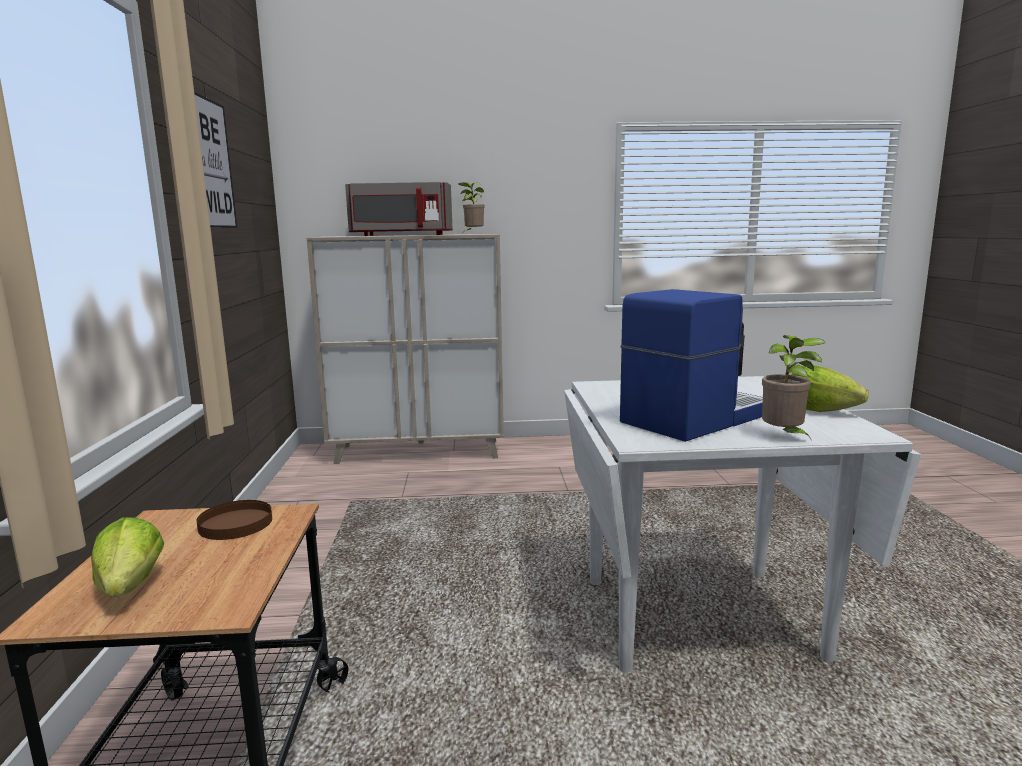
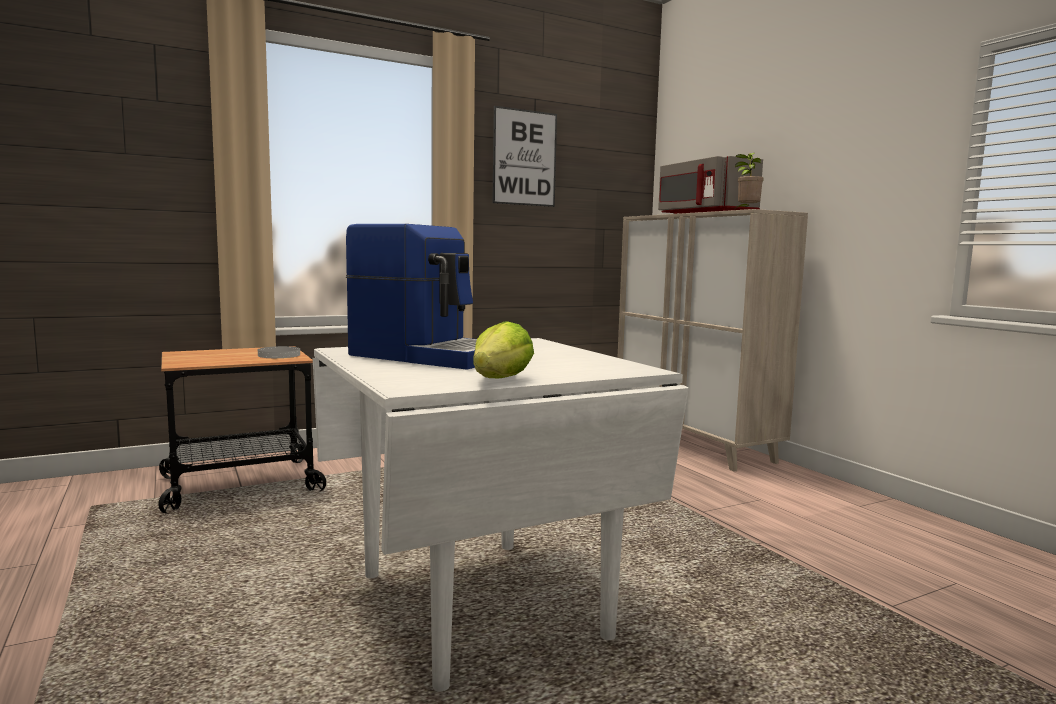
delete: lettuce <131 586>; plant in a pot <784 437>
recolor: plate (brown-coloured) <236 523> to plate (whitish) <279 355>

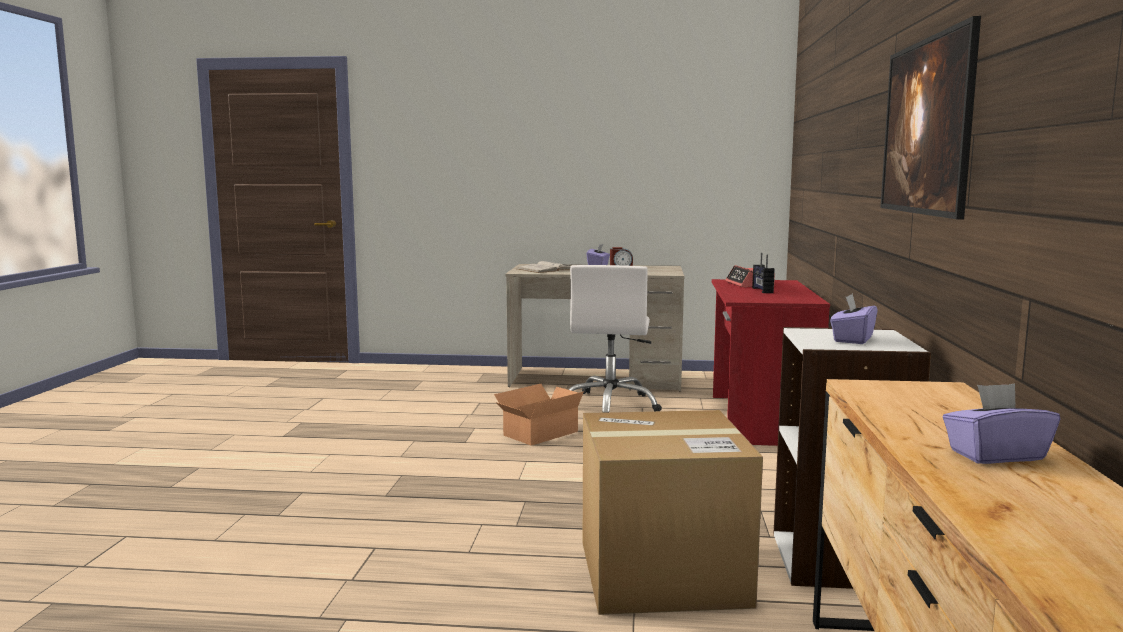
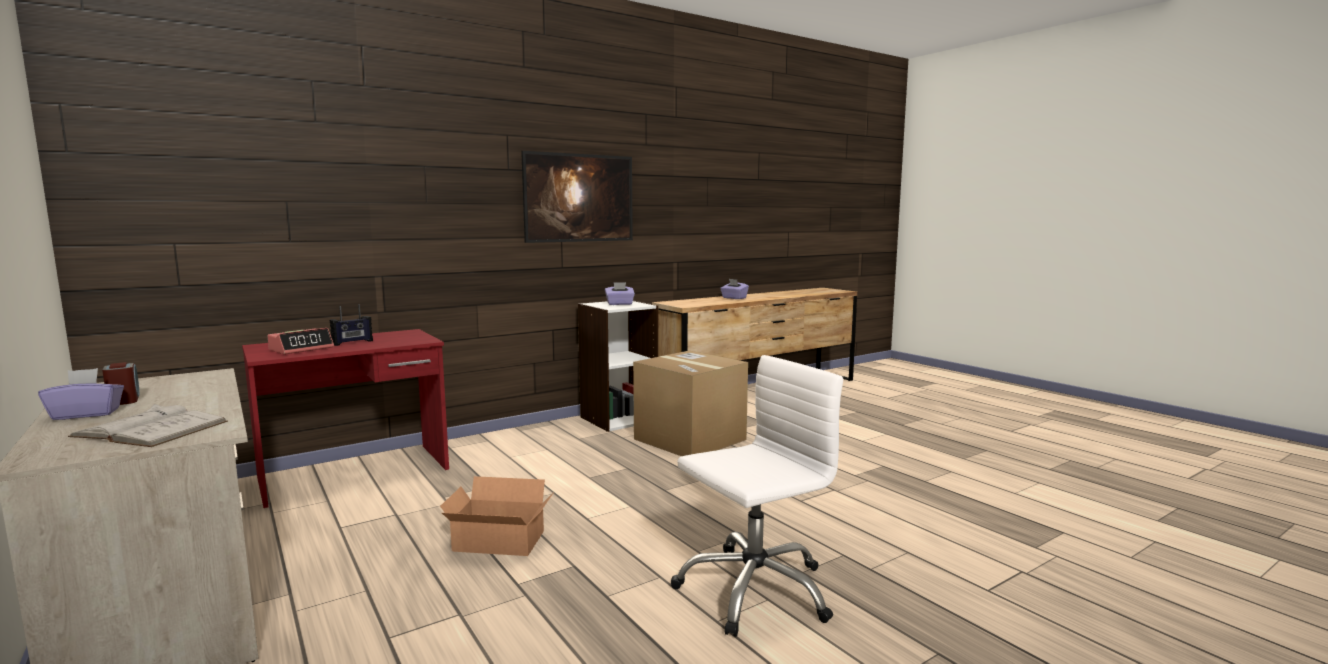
move: computer chair (whitish) <610 405> to <754 589>

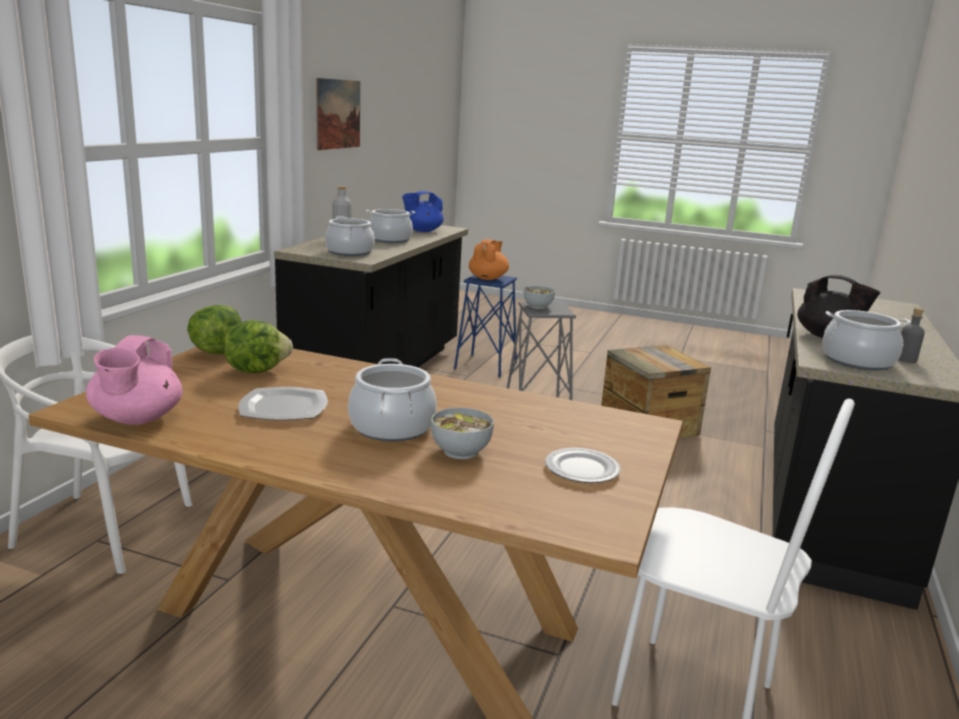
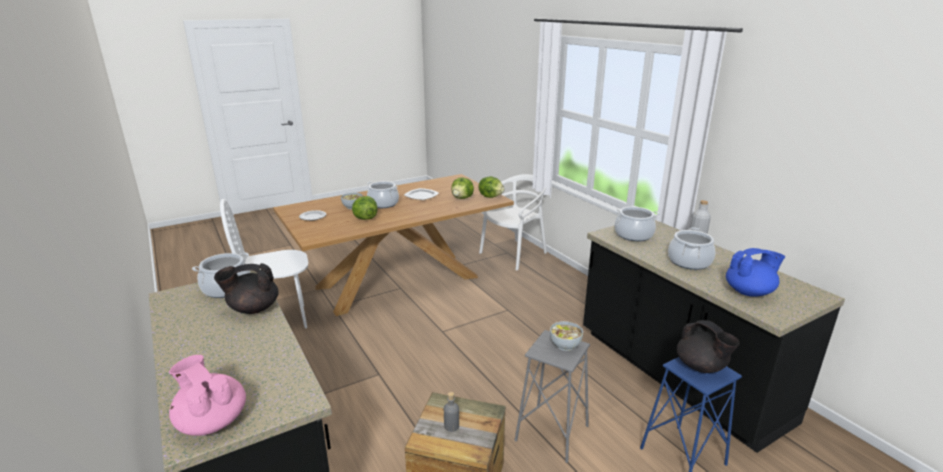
delete: picture <338 114>
insert: lettuce <365 218>
move: pot for tea (pinkish) <136 419> to <212 421>; drink bottle (greyish) <905 360> to <451 426>
recolor: pot for tea (orangey) <488 278> to pot for tea (black) <701 366>
rotate: pot for tea (blue-coloured) <422 230> = <749 292> 75 degrees clockwise

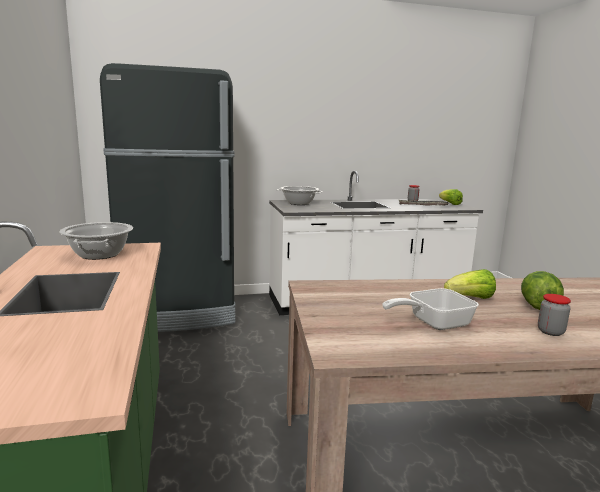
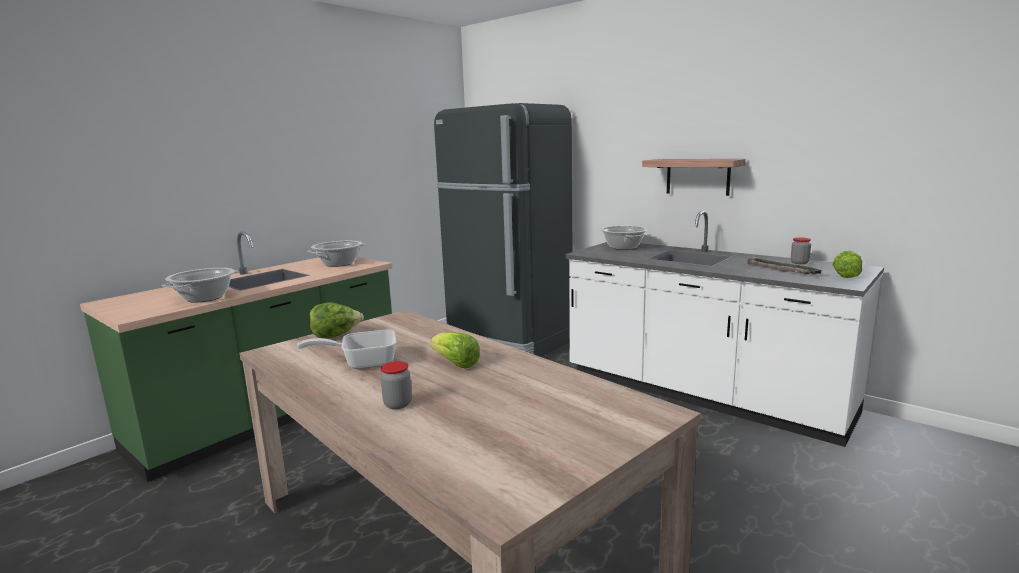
insert: stockpot <205 298>; wall shelf <697 176>
move: lettuce <537 305> to <336 336>
rotate: frying pan <432 323> = <362 363> 45 degrees counterclockwise

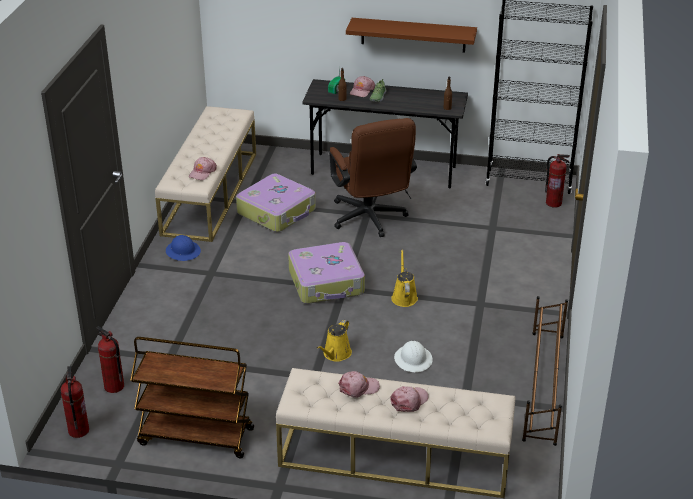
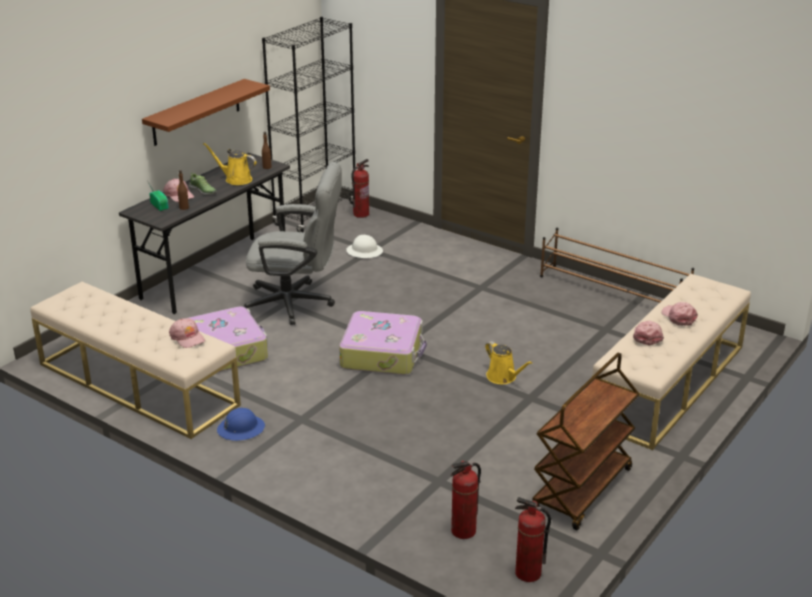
move: watering pot (yellowish) <404 297> to <236 179>; work helmet (whitish) <413 359> to <364 251>
recolor: computer chair (brown-coloured) <370 220> to computer chair (greyish) <297 303>

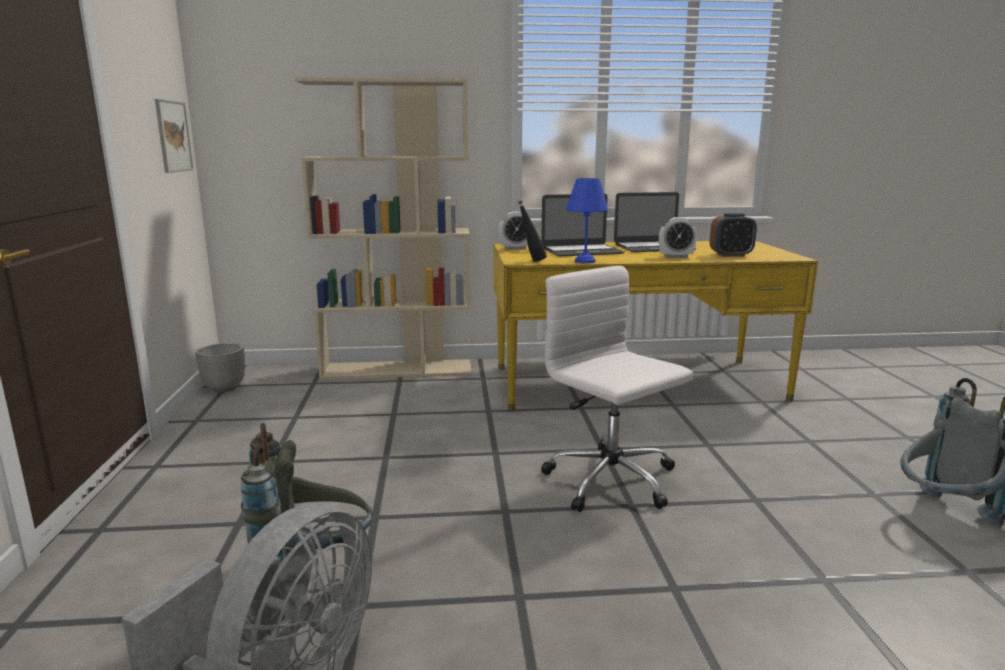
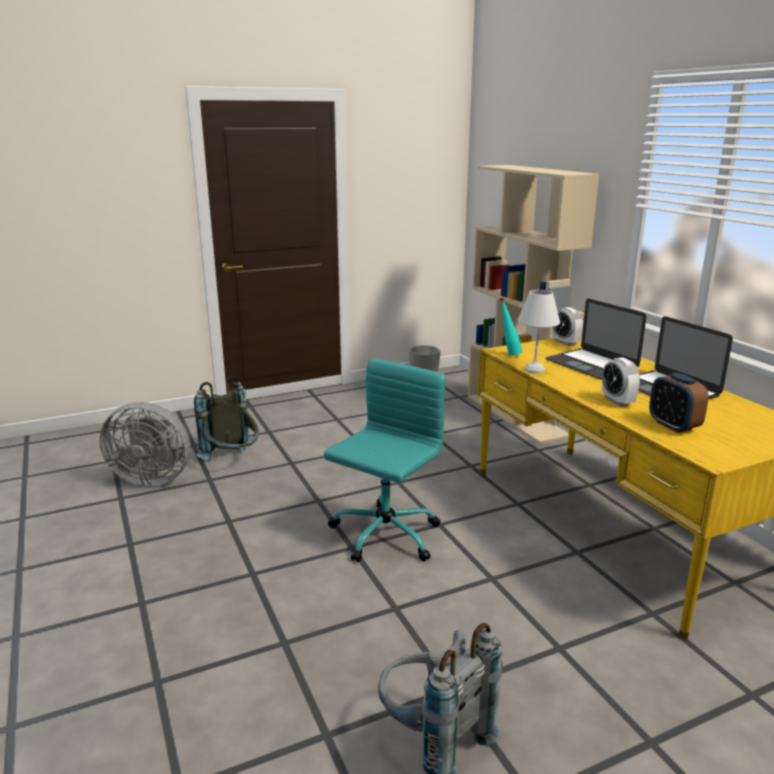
delete: picture <173 136>
recolor: drink bottle (black) <531 261> to drink bottle (turquoise) <508 354>; computer chair (whitish) <612 481> to computer chair (turquoise) <384 535>; tabletop lamp (blue-coloured) <585 261> to tabletop lamp (whitish) <533 370>

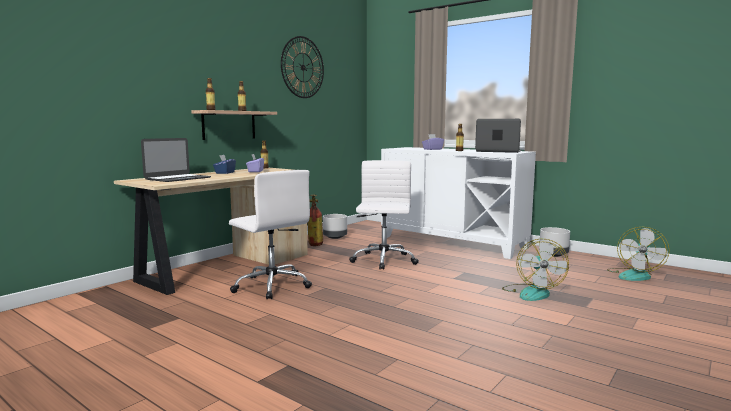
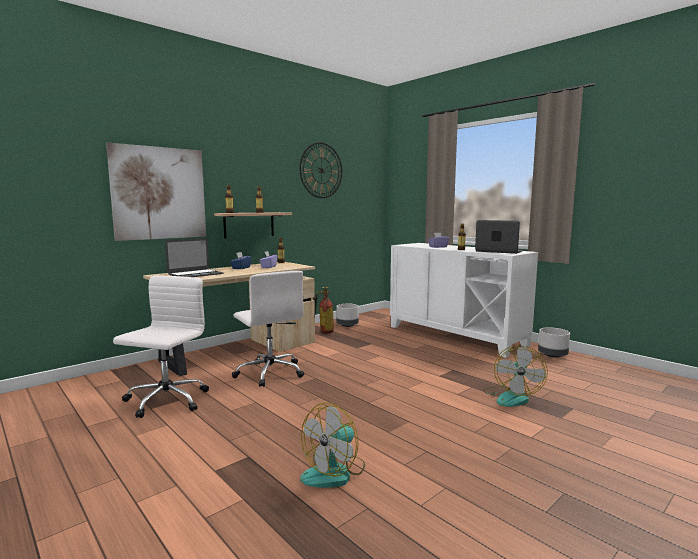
insert: picture <159 193>
move: computer chair (whitish) <383 261> to <165 401>; fan <634 275> to <334 472>

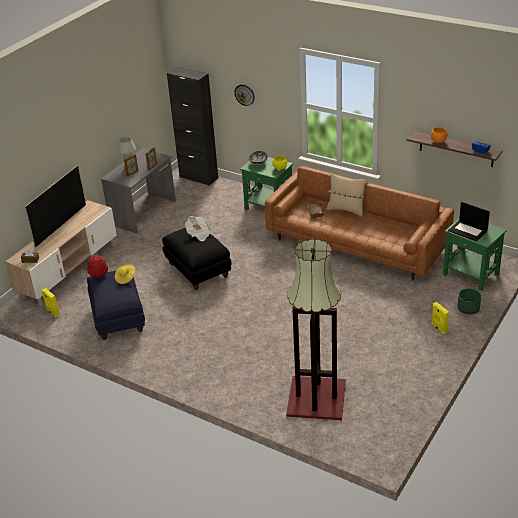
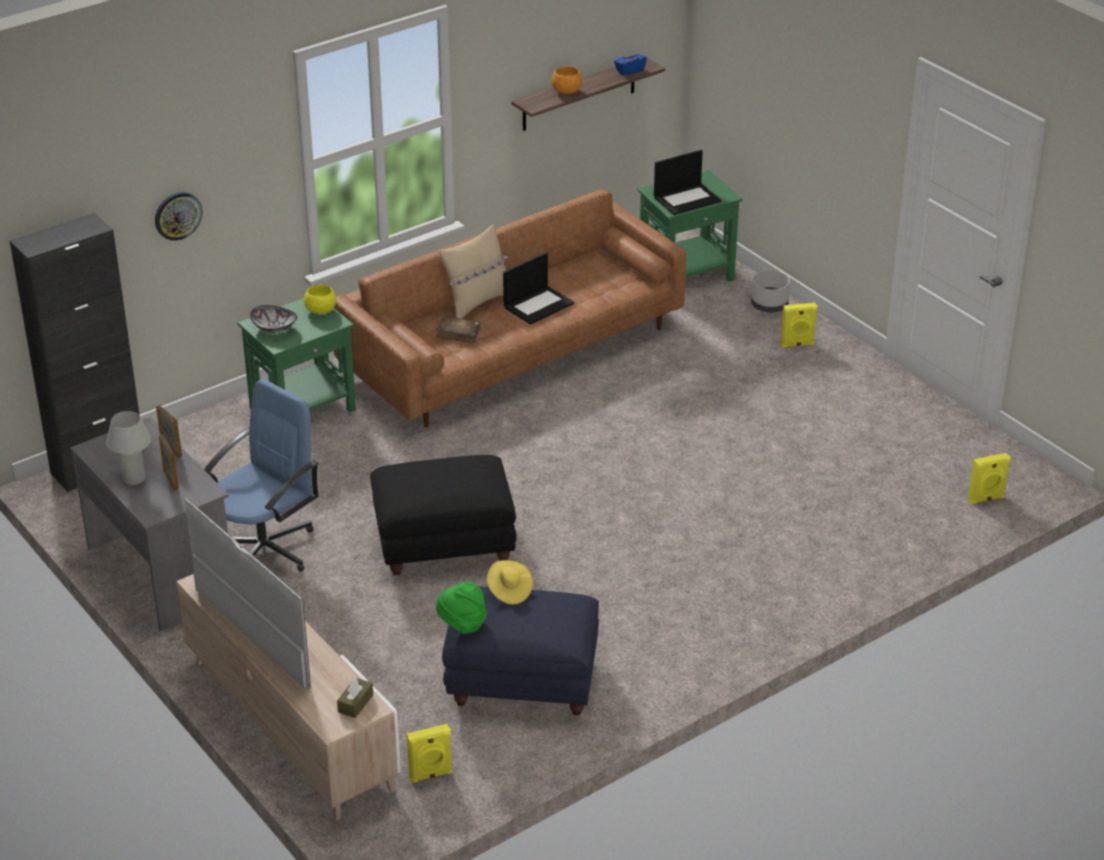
delete: printed paper <198 234>; floor lamp <315 399>
insert: computer chair (blue-coloured) <265 548>; laptop <538 305>; audio speaker (yellowish) <986 499>
recolor: hat (red-coloured) <98 273> to hat (green-coloured) <462 624>; plant pot (green-coloured) <468 309> to plant pot (greyish) <769 305>

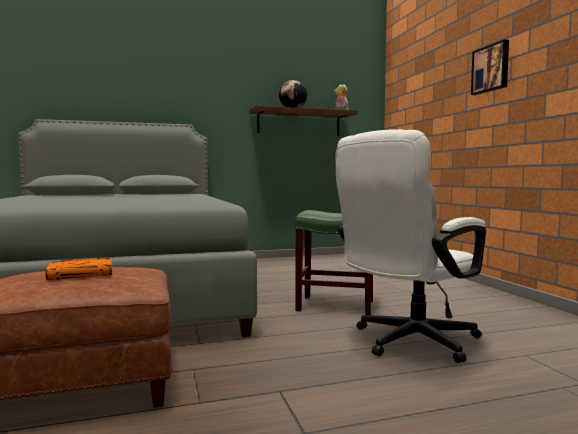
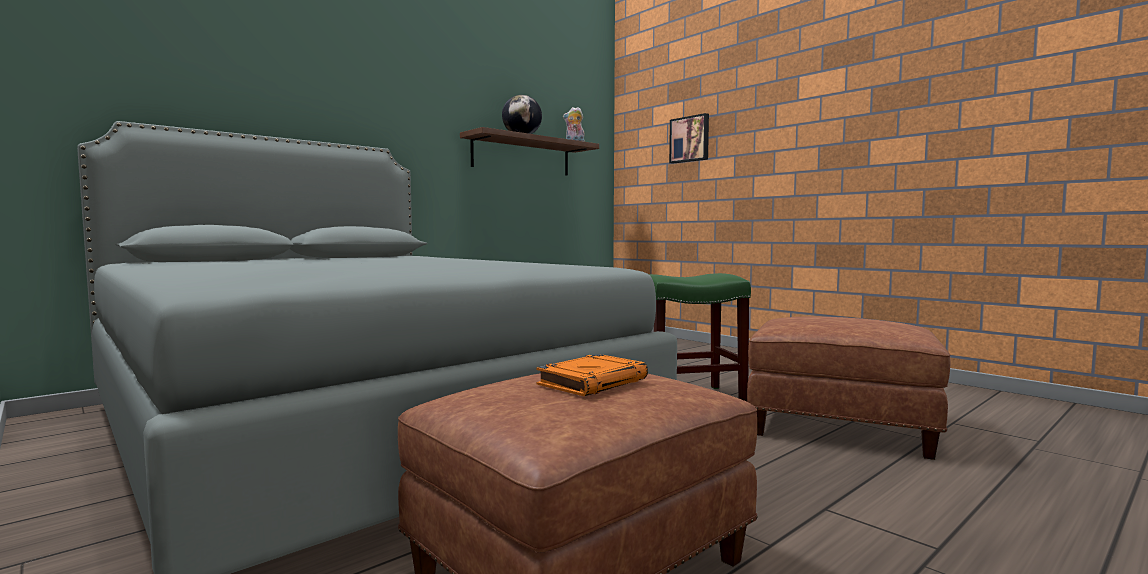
move: picture <491 68> to <690 139>
replace: computer chair (whitish) <408 342> to pouffe (brown-coloured) <838 428>

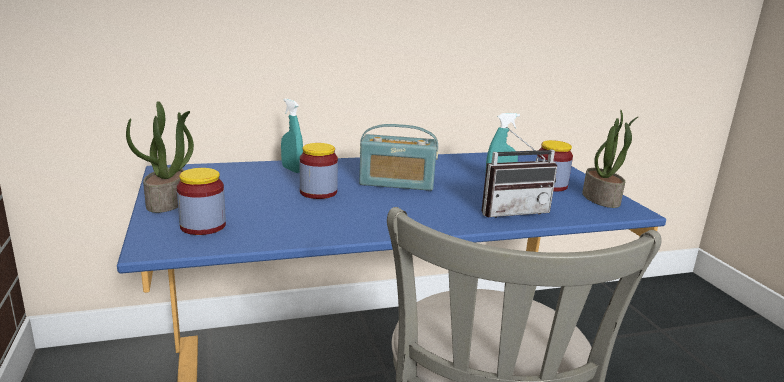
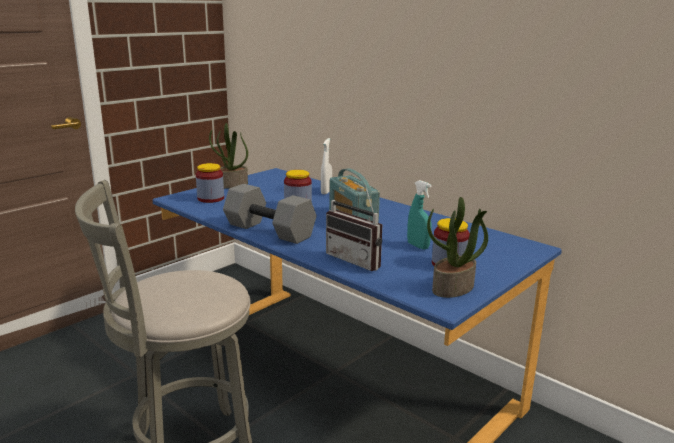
insert: hand weight (greyish) <271 230>
recolor: hand sprayer (turquoise) <292 169> to hand sprayer (whitish) <326 192>

